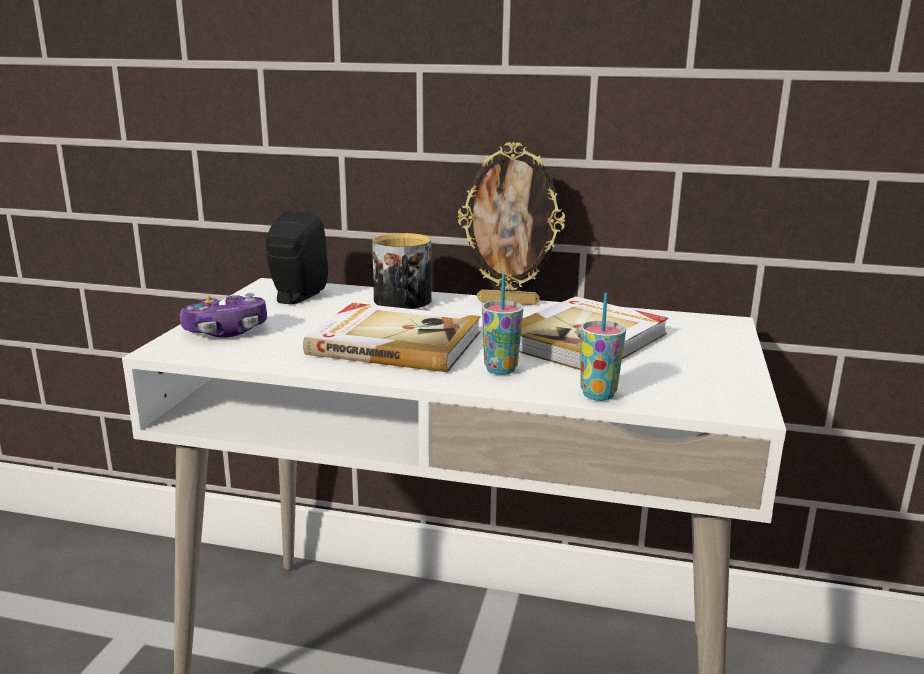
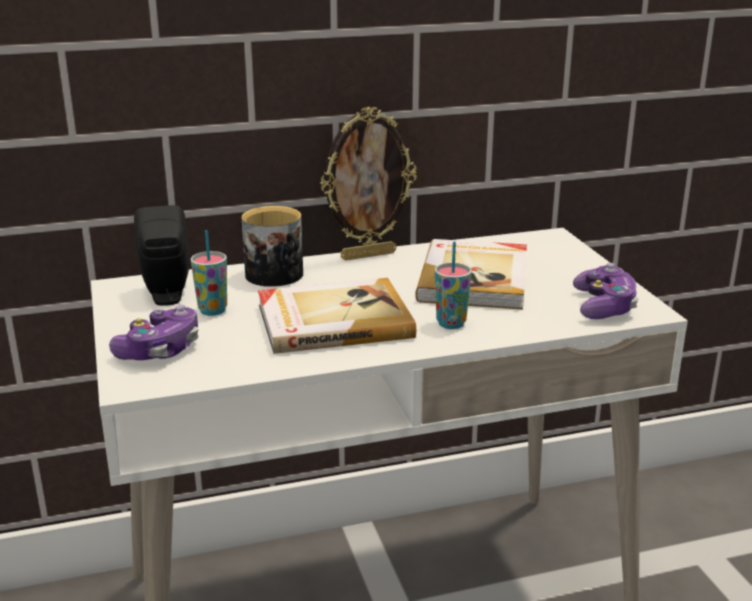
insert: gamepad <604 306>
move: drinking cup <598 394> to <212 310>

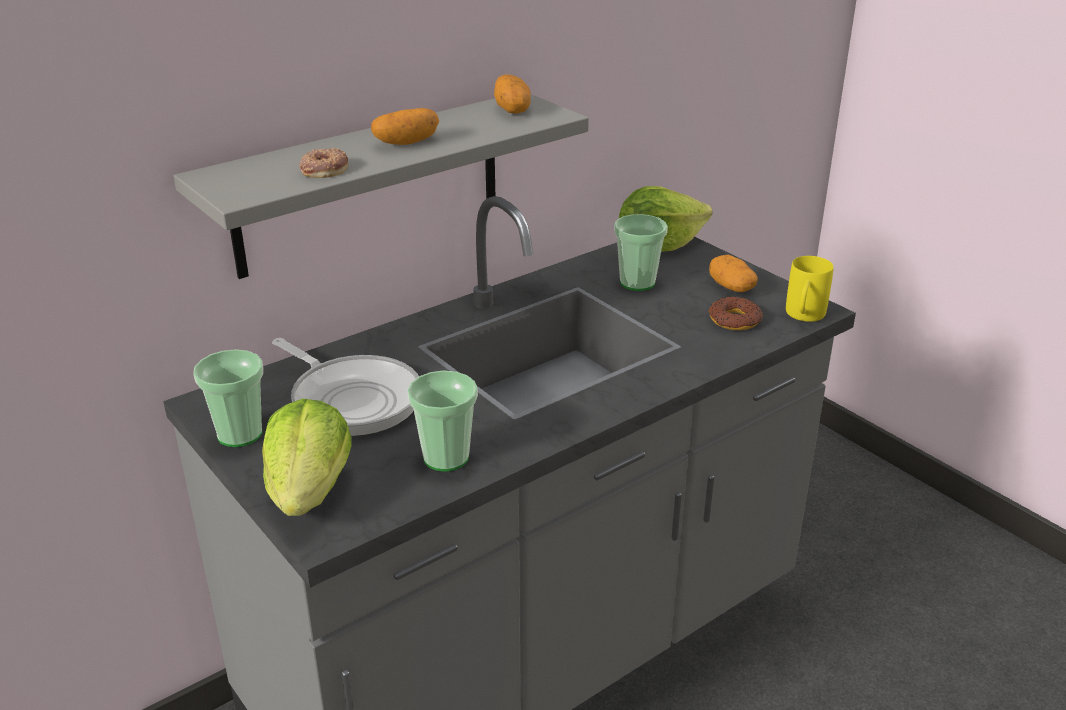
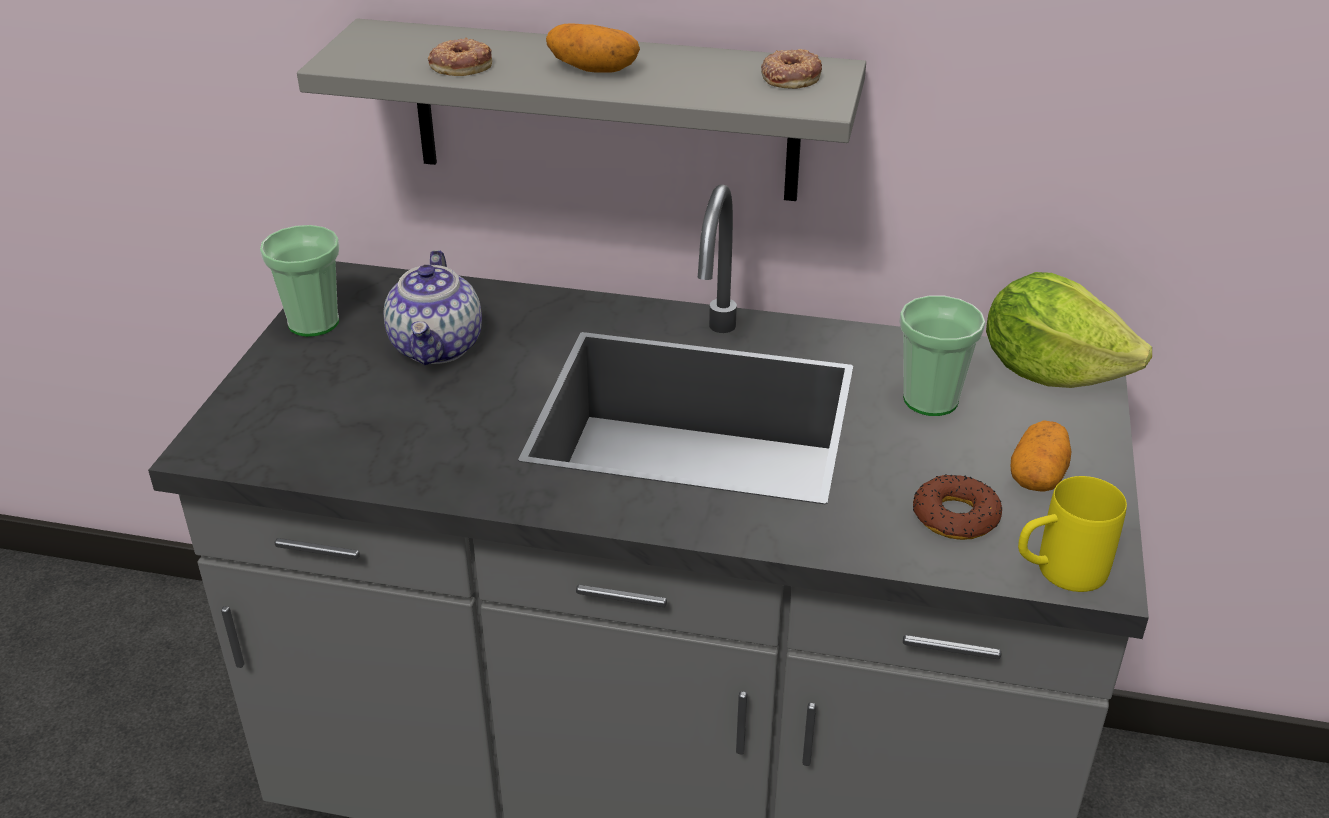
delete: lettuce <310 491>; drinking cup <446 457>
replace: frying pan <352 399> to pot for tea <438 347>; whole potato <512 109> to doughnut <790 76>

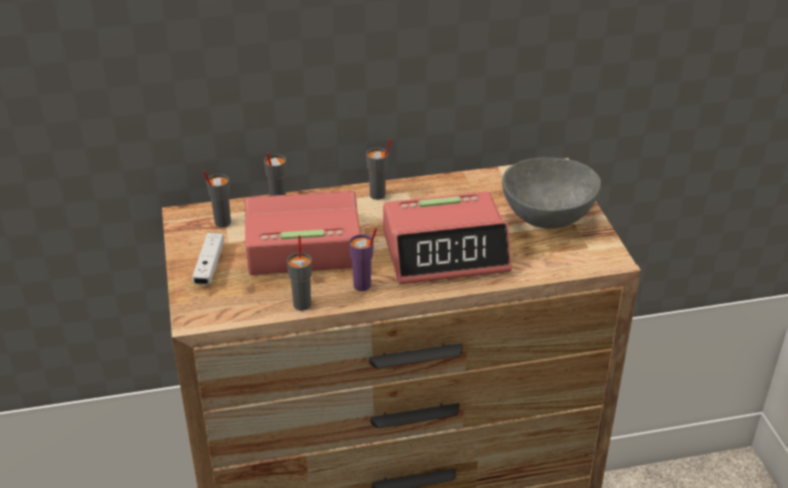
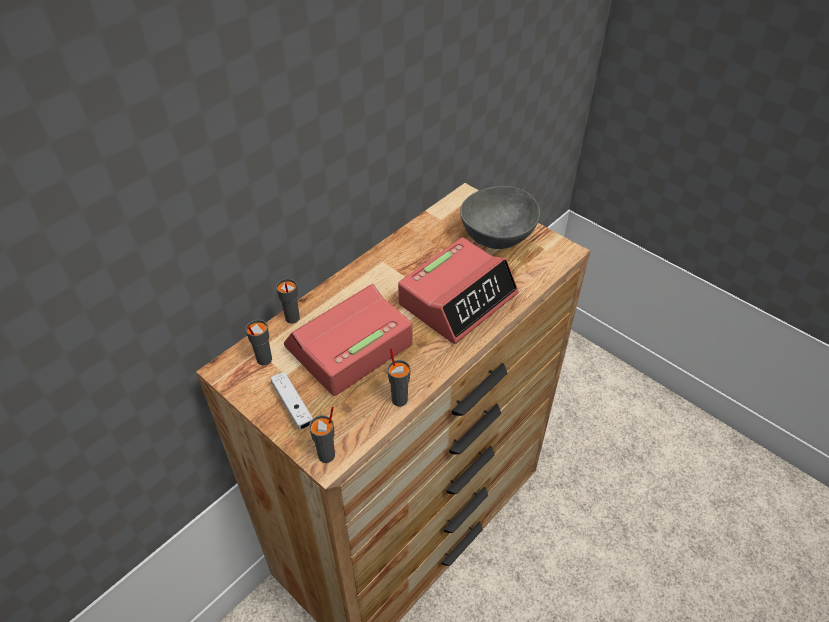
delete: drinking cup (purplish) <362 285>
move: drinking cup (greyish) <378 195> to <327 455>

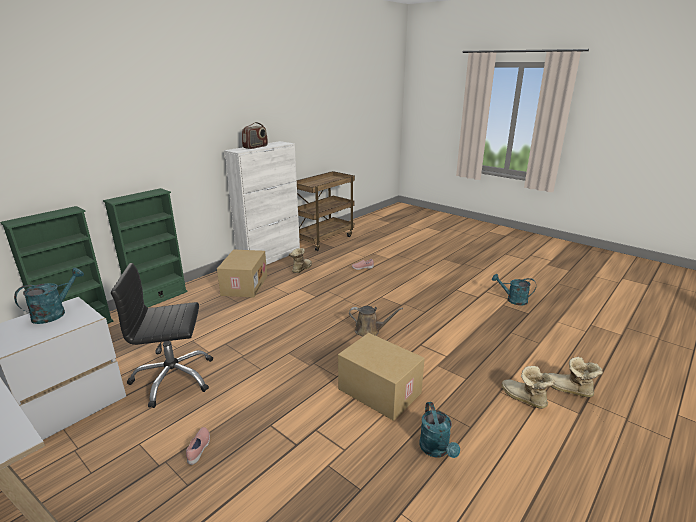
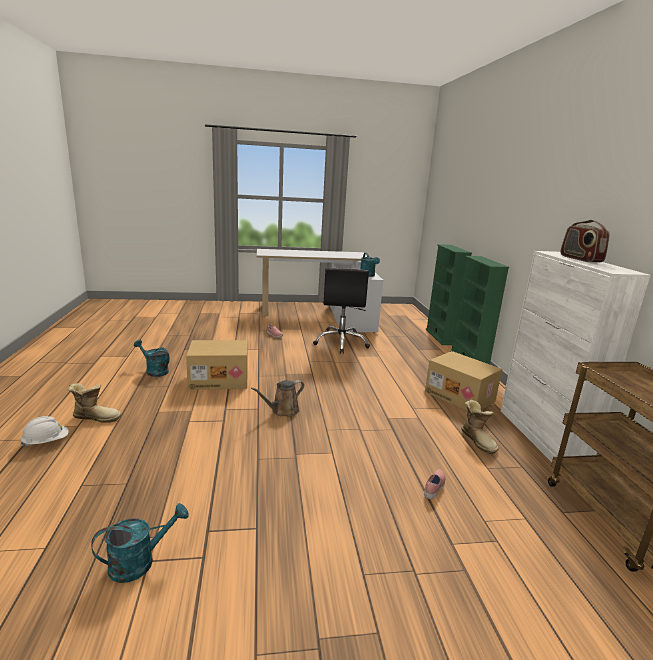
replace: boot <569 390> to work helmet (whitish) <46 442>
rotate: computer chair (black) <173 378> = <341 343> 150 degrees clockwise

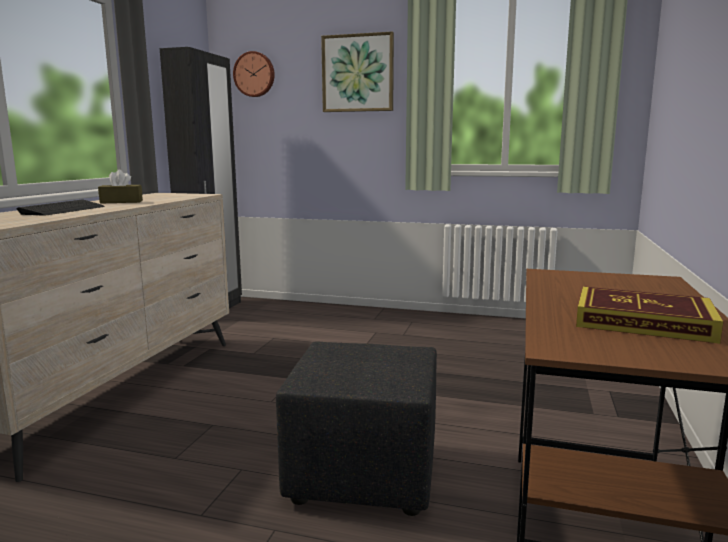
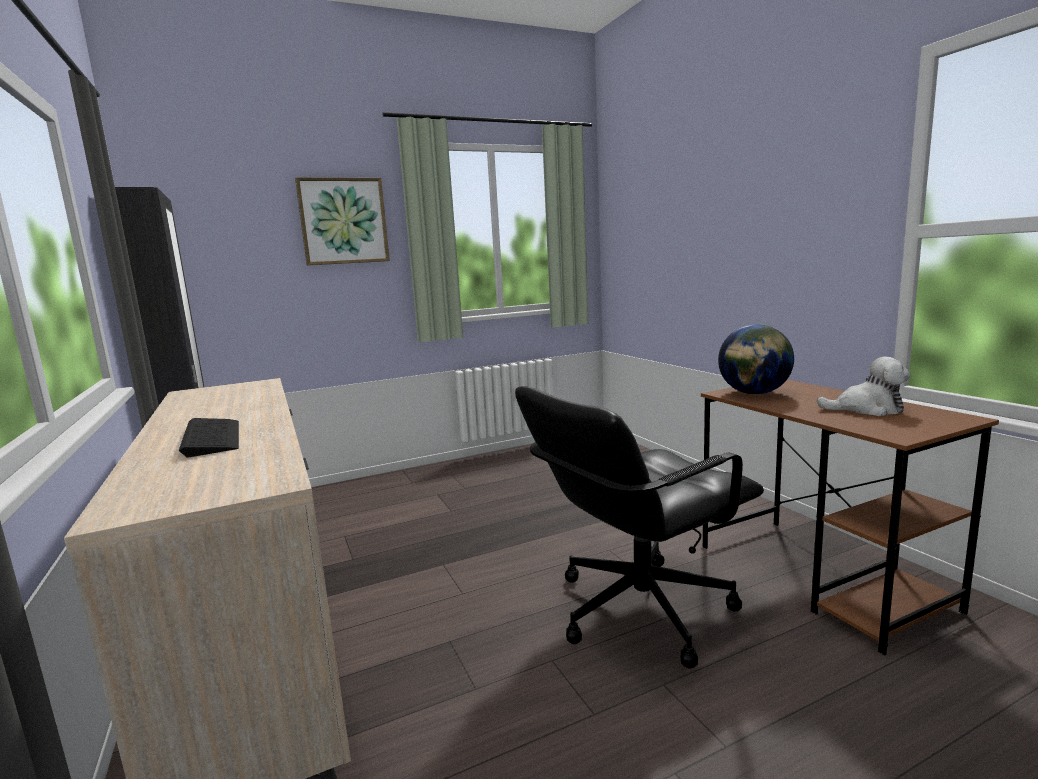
delete: tissue holder (brown-coloured) <121 202>; wall clock <254 74>
insert: desk globe <754 393>
replace: pouffe (black) <362 473> to computer chair (black) <639 608>; volume <643 322> to soft toy <866 409>

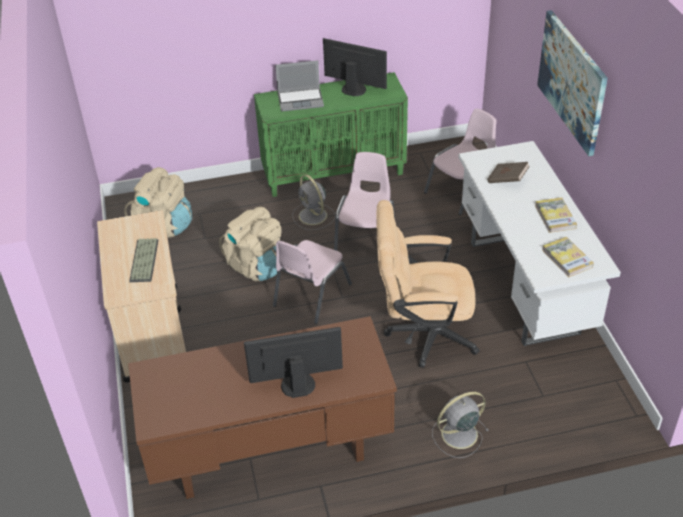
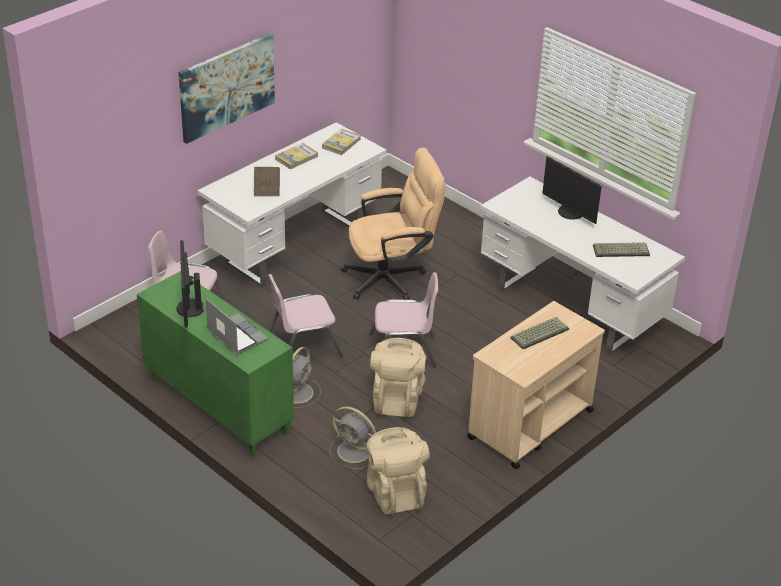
insert: computer keyboard <621 250>
move: fan (greyish) <458 435> to <355 452>
recolor: desk unit (brown-coloured) <269 453> to desk unit (whitish) <571 308>
rotate: computer chair (sand-coloured) <423 334> = <392 278> 75 degrees counterclockwise

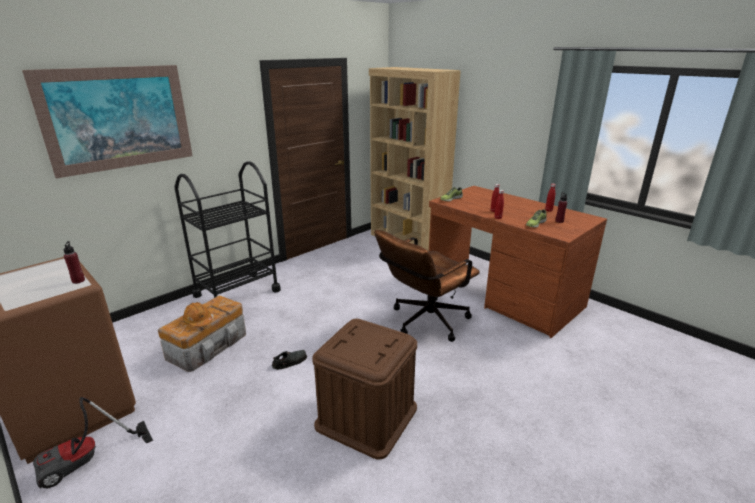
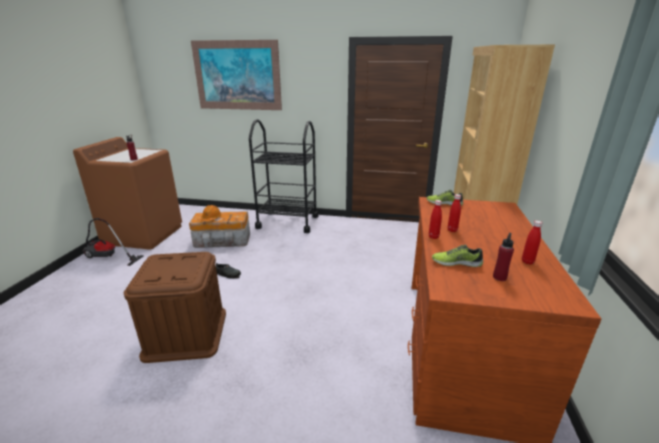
delete: computer chair (brown-coloured) <424 322>

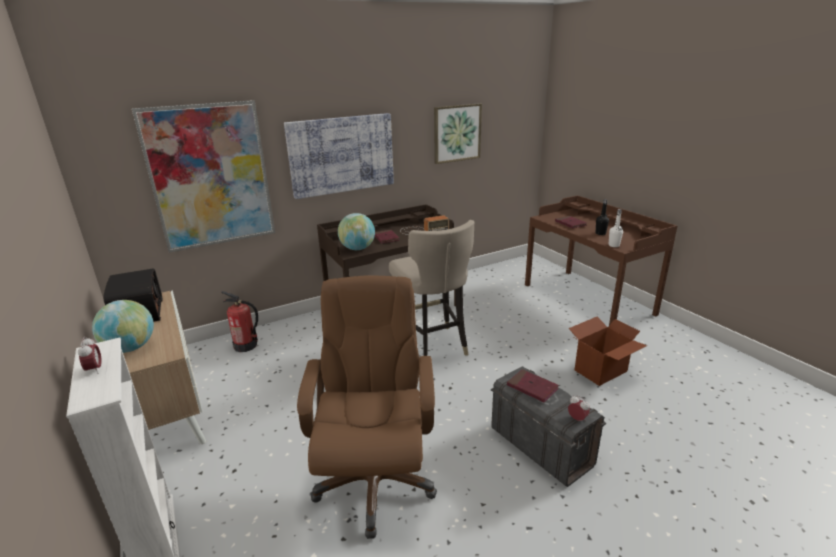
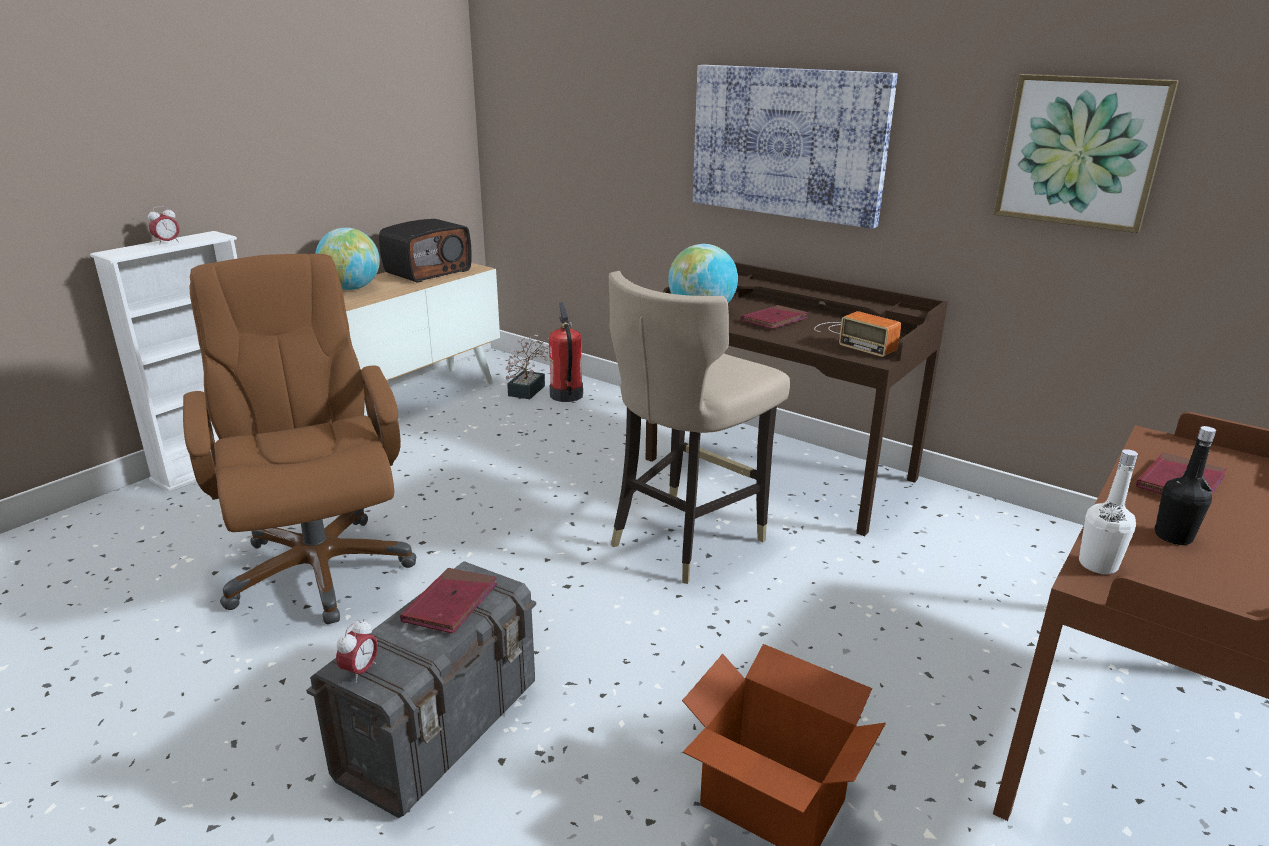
delete: picture <210 176>
insert: plant in a pot <529 389>
rotate: computer chair (brown-coloured) <375 480> = <319 568> 90 degrees counterclockwise

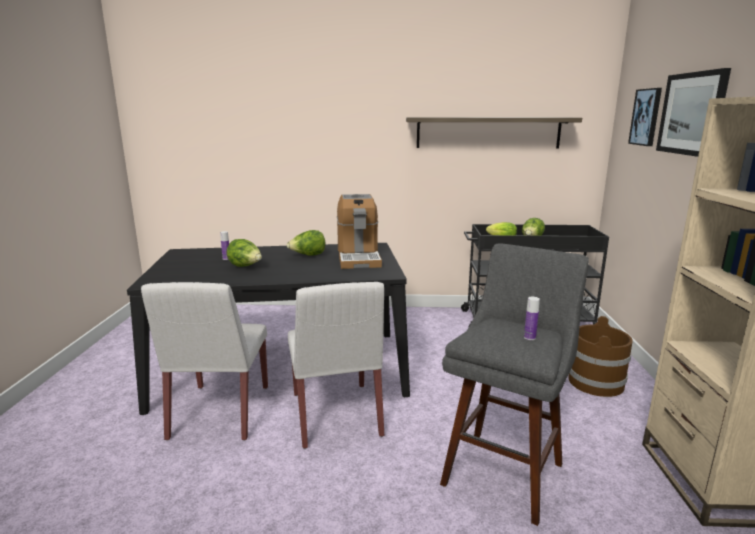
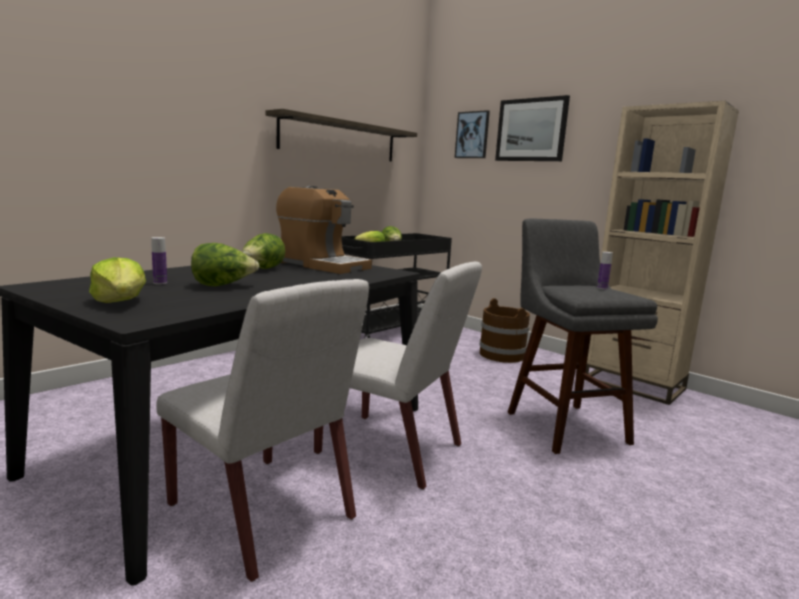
insert: lettuce <120 302>

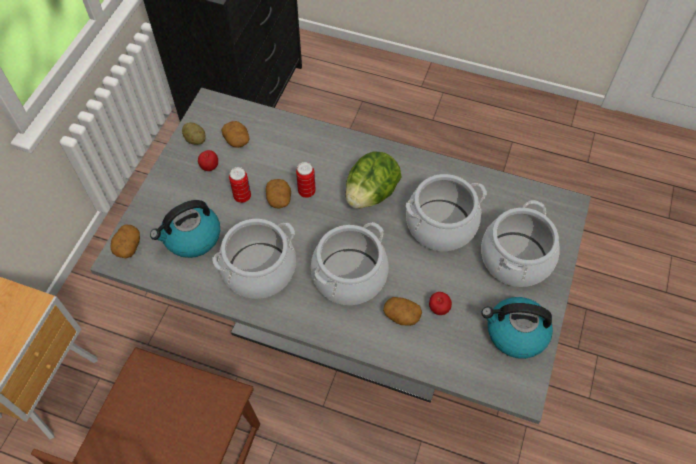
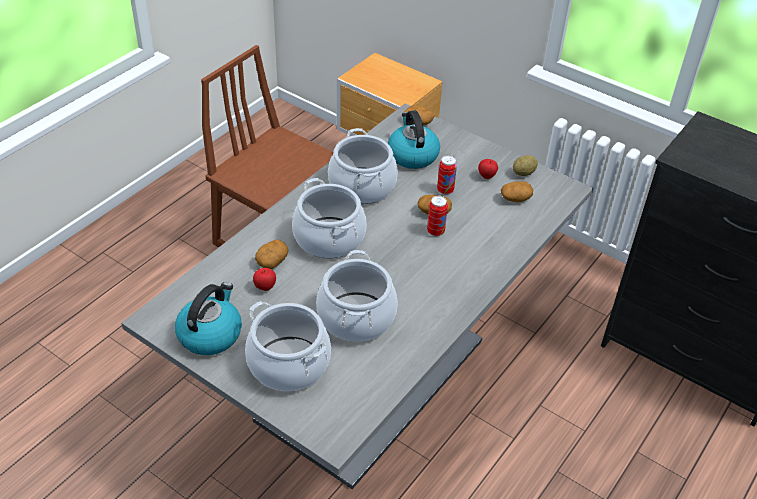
delete: lettuce <371 193>

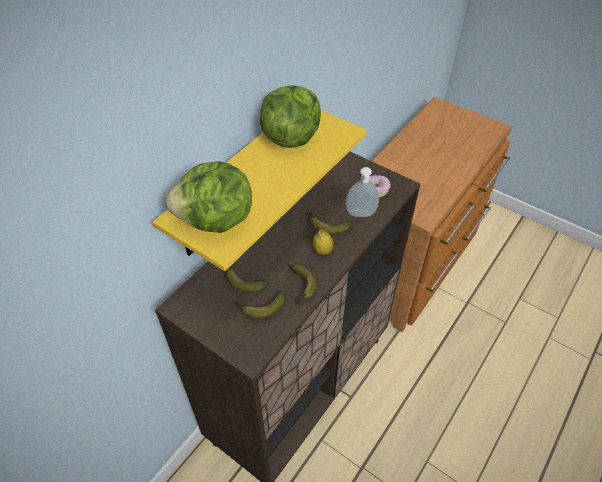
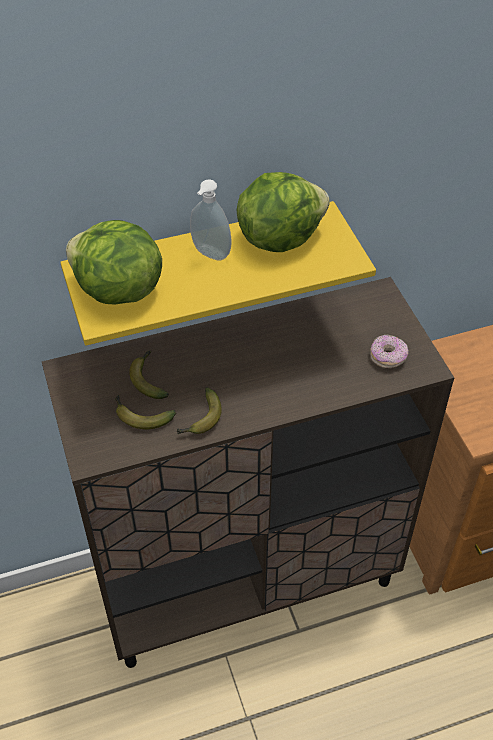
delete: banana fruit <326 226>; citrus fruit <322 251>
move: soap dispenser <360 215> to <209 254>

